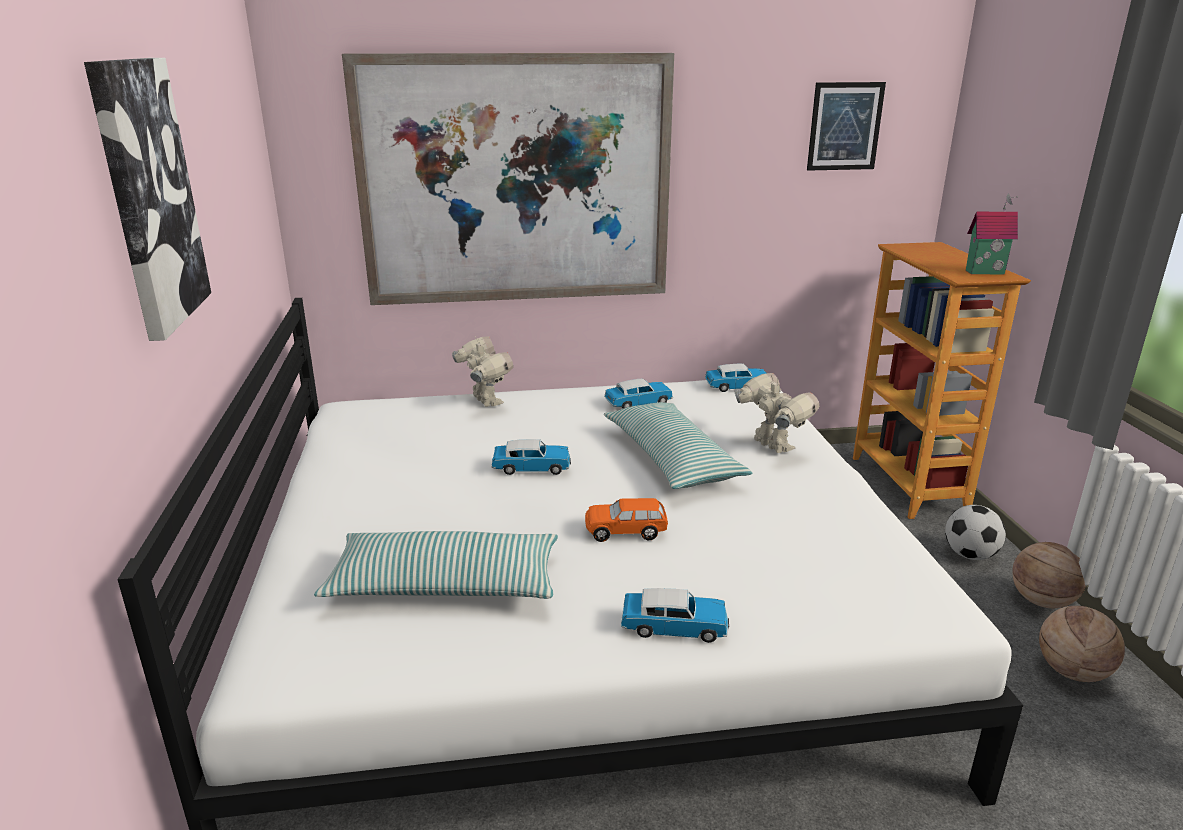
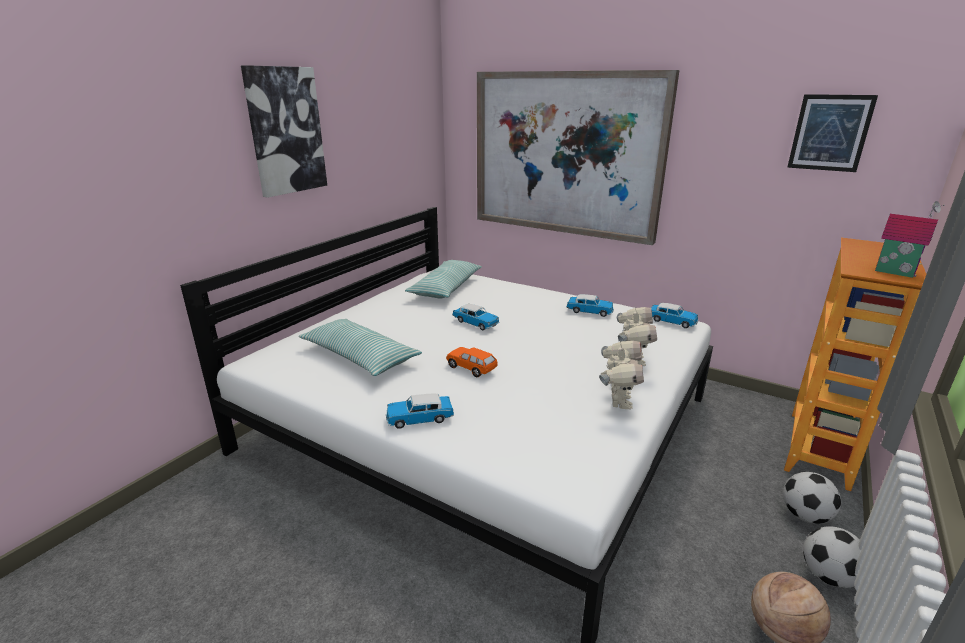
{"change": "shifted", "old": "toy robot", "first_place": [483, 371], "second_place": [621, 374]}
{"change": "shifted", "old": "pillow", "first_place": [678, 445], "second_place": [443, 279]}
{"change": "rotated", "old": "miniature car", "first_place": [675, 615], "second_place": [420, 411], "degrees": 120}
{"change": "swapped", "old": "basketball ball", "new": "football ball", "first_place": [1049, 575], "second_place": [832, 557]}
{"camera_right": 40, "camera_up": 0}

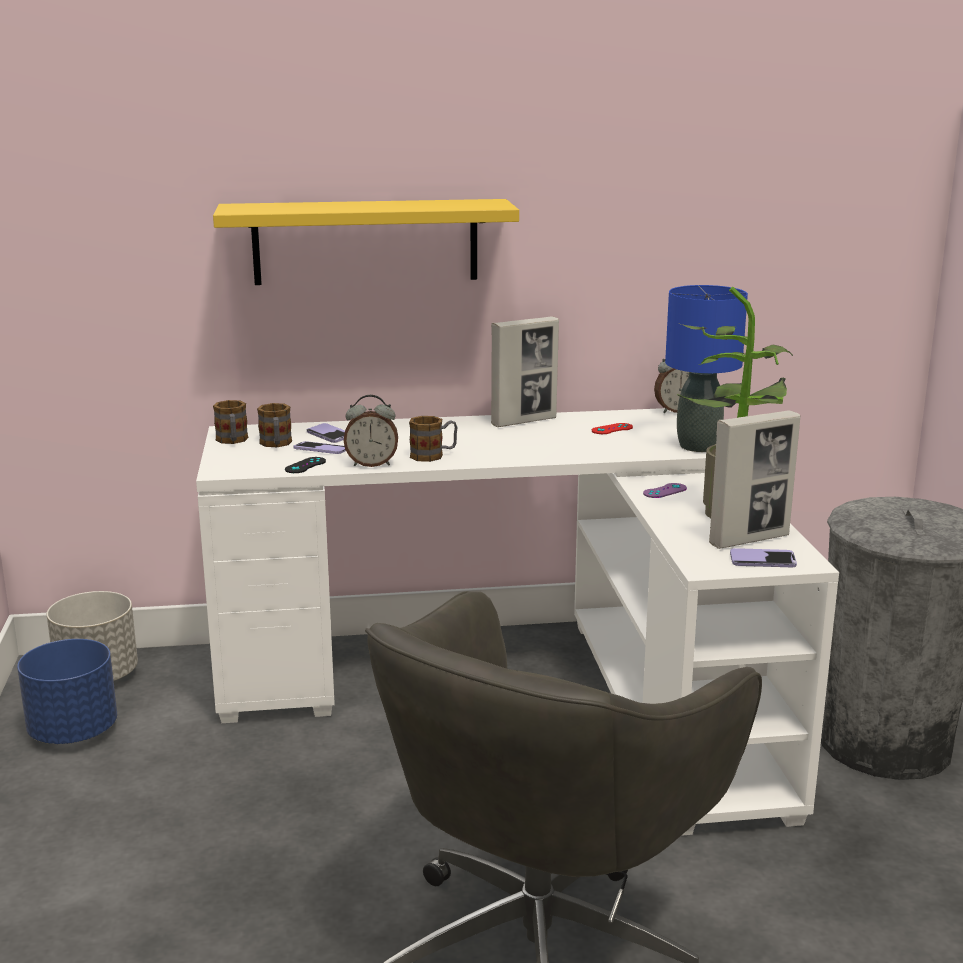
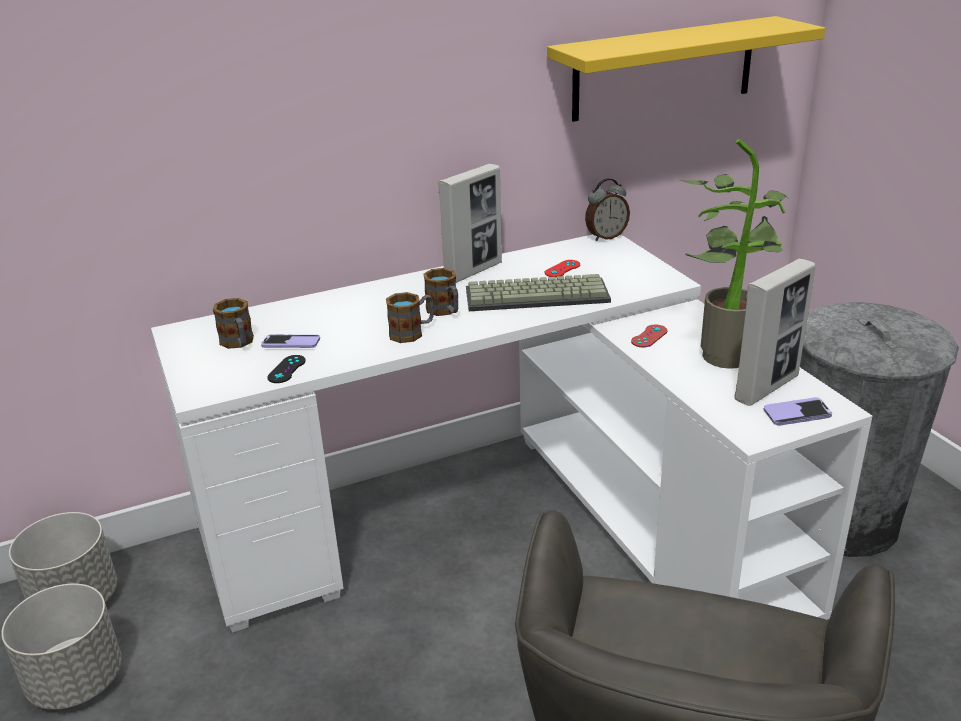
{"change": "repainted", "old": "bluish planter", "new": "greyish planter", "first_place": [67, 691], "second_place": [61, 646]}
{"change": "shifted", "old": "yellowish wall shelf", "first_place": [366, 242], "second_place": [686, 69]}
{"change": "shifted", "old": "tea mug", "first_place": [230, 422], "second_place": [440, 292]}
{"change": "gone", "old": "handset", "first_place": [326, 433]}
{"change": "gone", "old": "alarm clock", "first_place": [371, 431]}
{"change": "repainted", "old": "purple gamepad", "new": "reddish gamepad", "first_place": [665, 490], "second_place": [649, 336]}
{"change": "gone", "old": "bluish lamp for a table", "first_place": [706, 368]}
{"change": "new", "new": "computer keyboard", "second_place": [538, 292]}
{"camera_right": -15, "camera_up": 10}

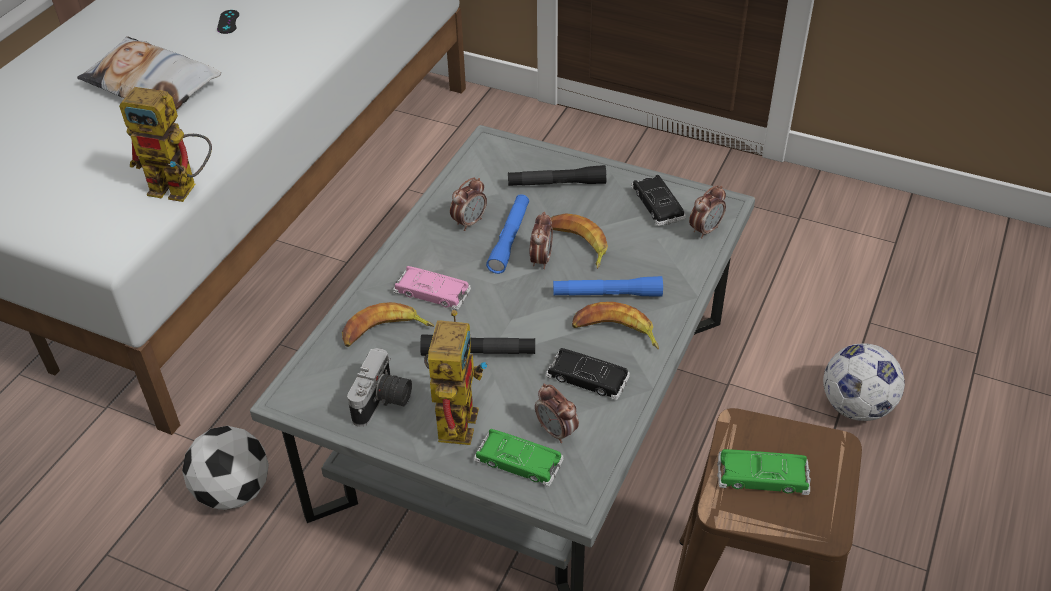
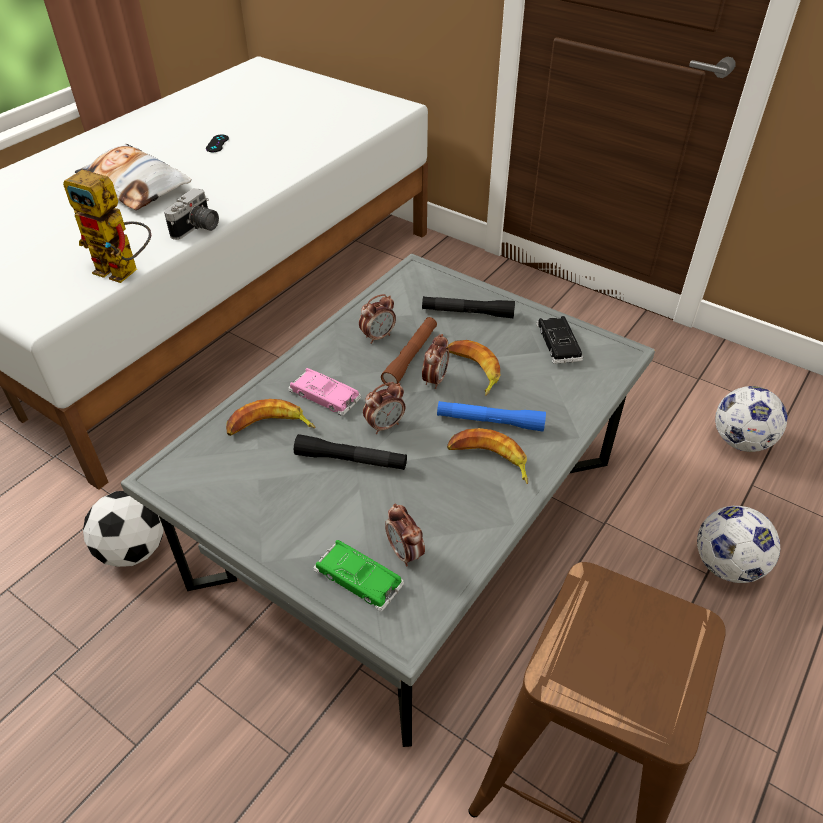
{"change": "shifted", "old": "photo camera", "first_place": [379, 387], "second_place": [191, 214]}
{"change": "gone", "old": "toy robot", "first_place": [455, 377]}
{"change": "repainted", "old": "bluish hand torch", "new": "brown-coloured hand torch", "first_place": [507, 234], "second_place": [409, 351]}
{"change": "gone", "old": "black-coloured miniature car", "first_place": [588, 374]}
{"change": "shifted", "old": "alarm clock", "first_place": [707, 212], "second_place": [384, 408]}
{"change": "gone", "old": "green miniature car", "first_place": [764, 472]}
{"change": "new", "new": "football ball", "second_place": [751, 419]}
{"camera_right": 10, "camera_up": 0}

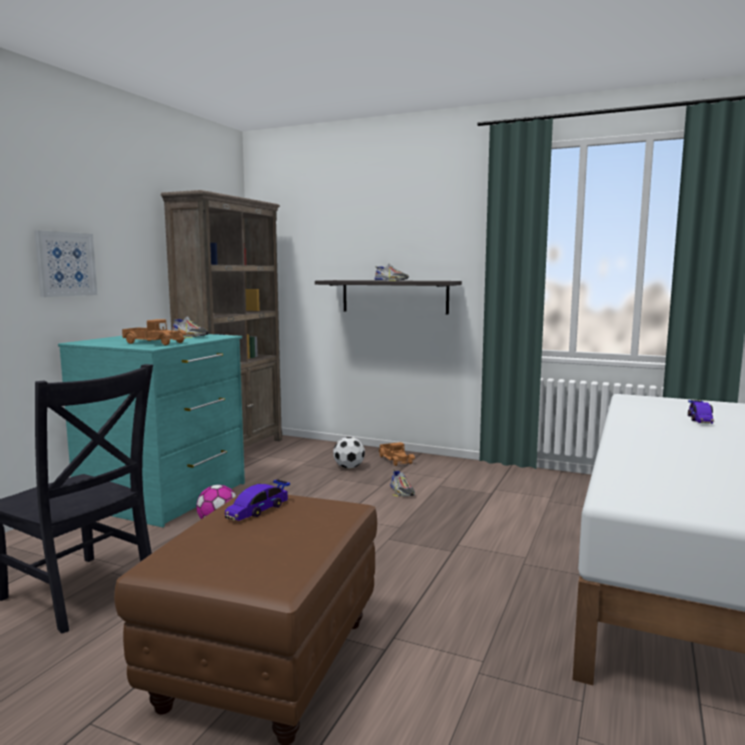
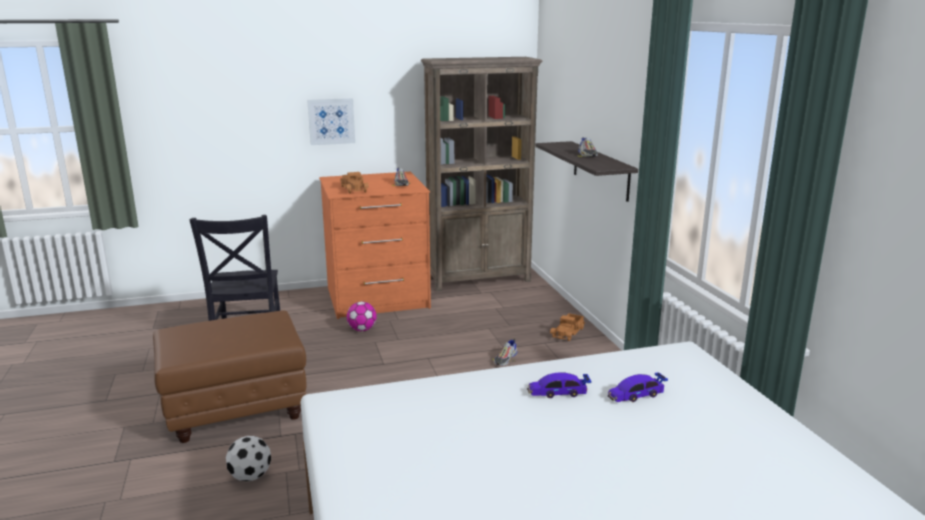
{"change": "repainted", "old": "blue-green dresser", "new": "orangey dresser", "first_place": [151, 431], "second_place": [375, 245]}
{"change": "shifted", "old": "miniature car", "first_place": [257, 500], "second_place": [559, 385]}
{"change": "shifted", "old": "football ball", "first_place": [349, 453], "second_place": [248, 458]}
{"camera_right": 50, "camera_up": 10}

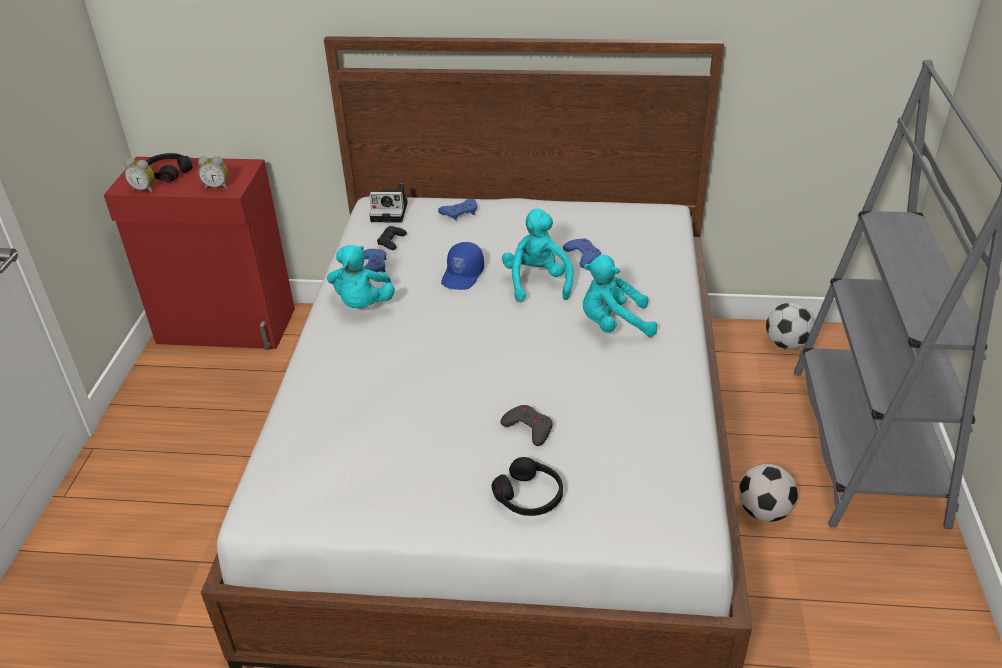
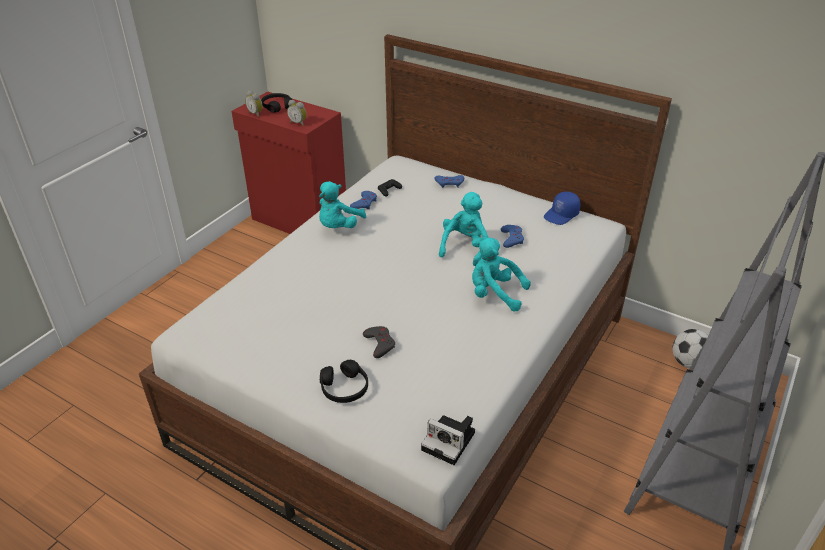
{"change": "shifted", "old": "photo camera", "first_place": [388, 203], "second_place": [448, 440]}
{"change": "shifted", "old": "bluish baseball cap", "first_place": [462, 266], "second_place": [562, 208]}
{"change": "gone", "old": "football ball", "first_place": [768, 493]}
{"camera_right": 25, "camera_up": 0}

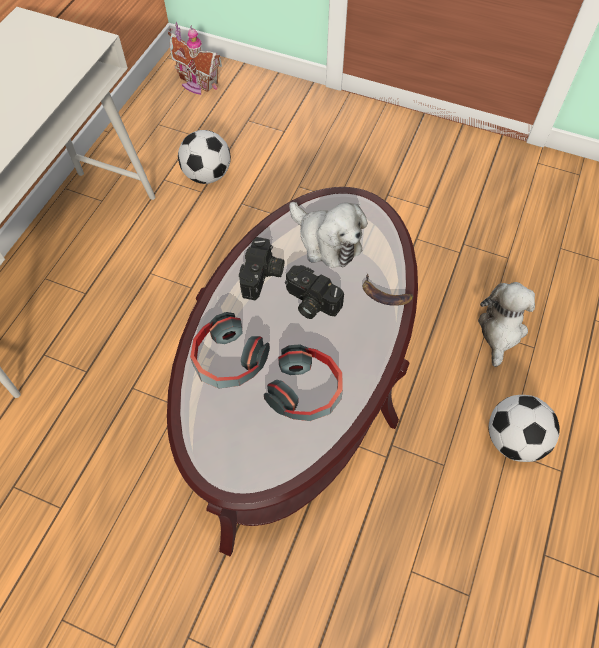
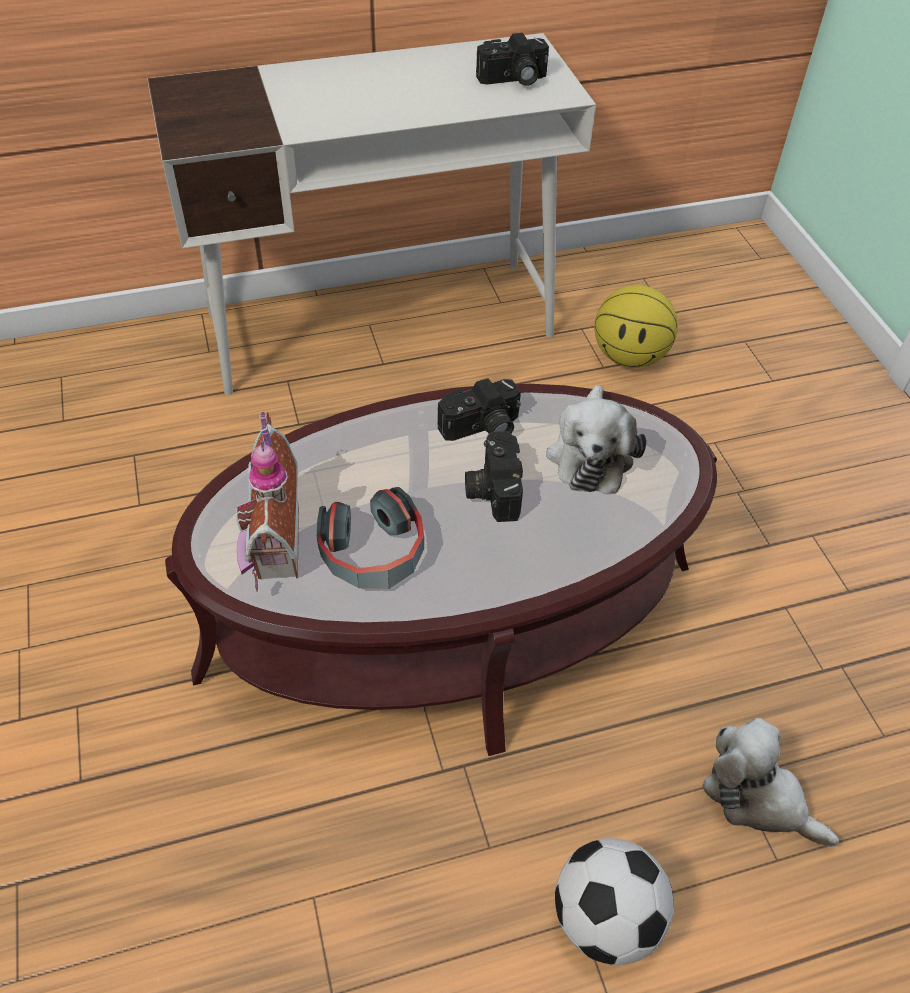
{"change": "shifted", "old": "miniature house", "first_place": [195, 58], "second_place": [267, 501]}
{"change": "swapped", "old": "football ball", "new": "basketball ball", "first_place": [204, 157], "second_place": [636, 326]}
{"change": "gone", "old": "headset", "first_place": [230, 350]}
{"change": "gone", "old": "whole banana", "first_place": [388, 290]}
{"change": "rotated", "old": "plush toy", "first_place": [506, 324], "second_place": [770, 782], "degrees": -120}
{"change": "new", "new": "photo camera", "second_place": [512, 59]}
{"camera_right": 50, "camera_up": -10}

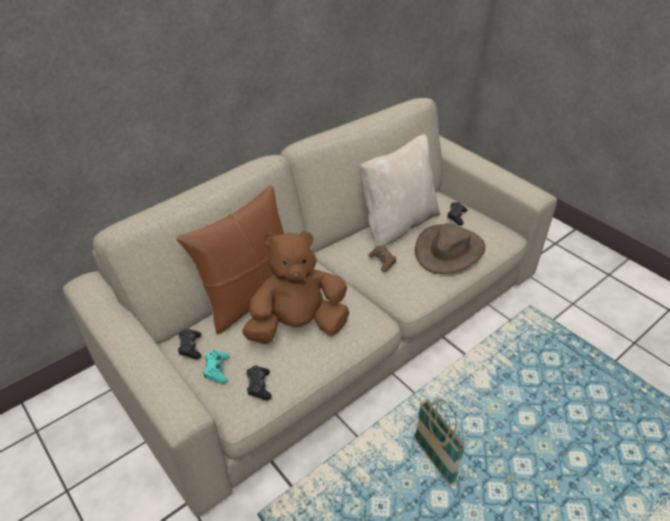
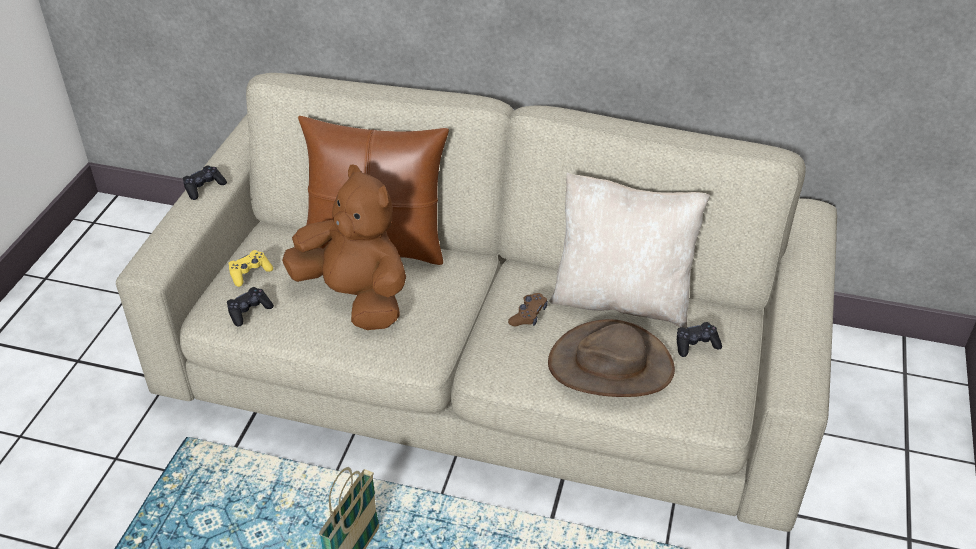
{"change": "shifted", "old": "black-coloured gamepad", "first_place": [189, 344], "second_place": [205, 182]}
{"change": "repainted", "old": "blue-green gamepad", "new": "yellowish gamepad", "first_place": [216, 366], "second_place": [250, 268]}
{"camera_right": 55, "camera_up": 0}

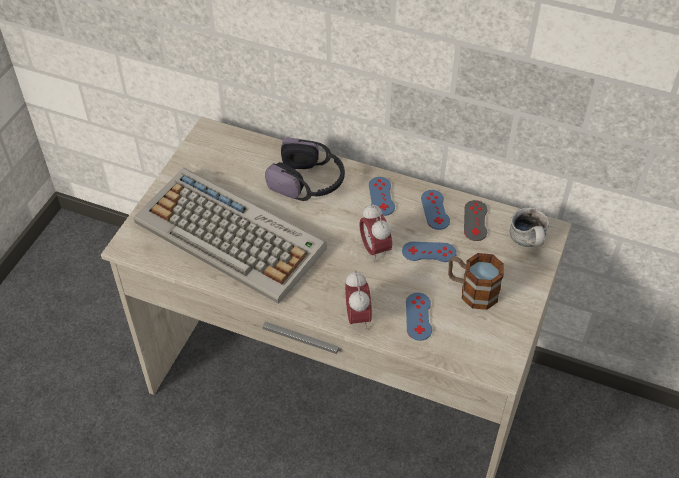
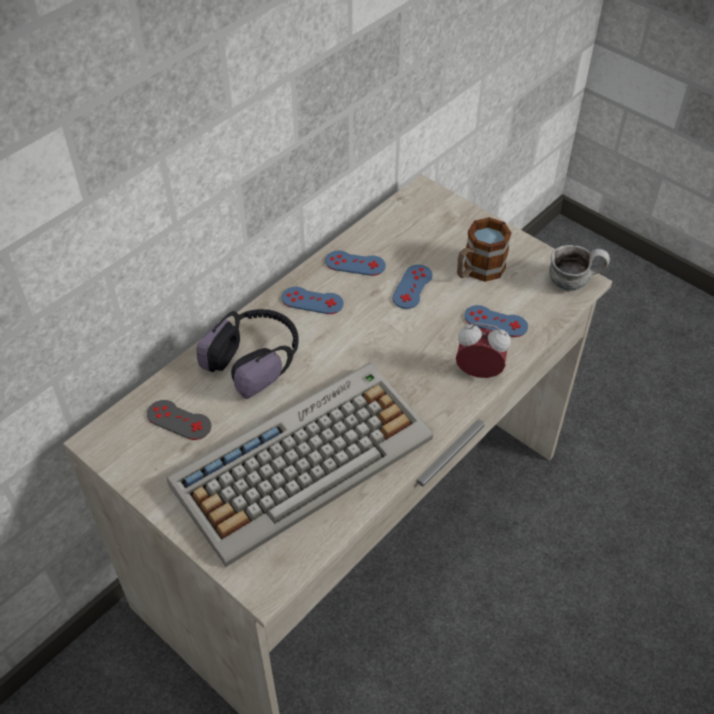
{"change": "gone", "old": "alarm clock", "first_place": [375, 232]}
{"change": "shifted", "old": "greyish gamepad", "first_place": [476, 220], "second_place": [179, 420]}
{"change": "shifted", "old": "tea mug", "first_place": [529, 227], "second_place": [579, 268]}
{"camera_right": -70, "camera_up": 0}

